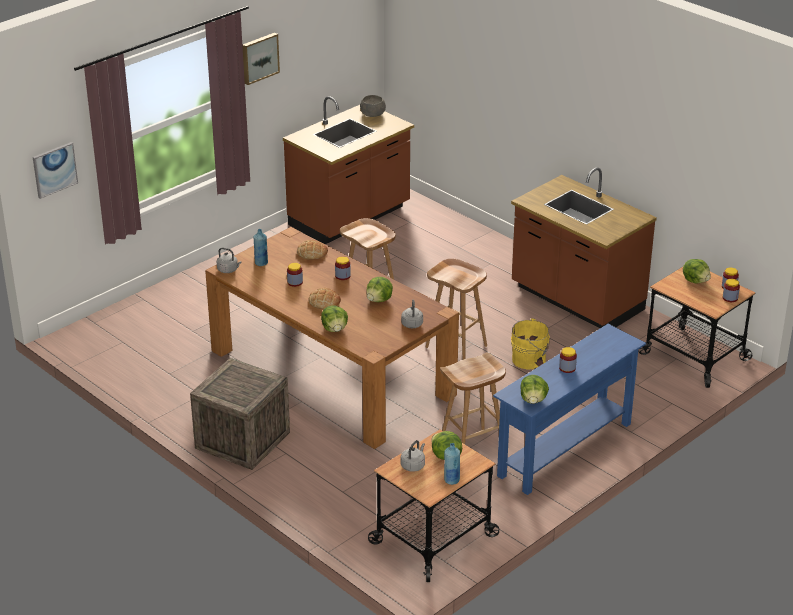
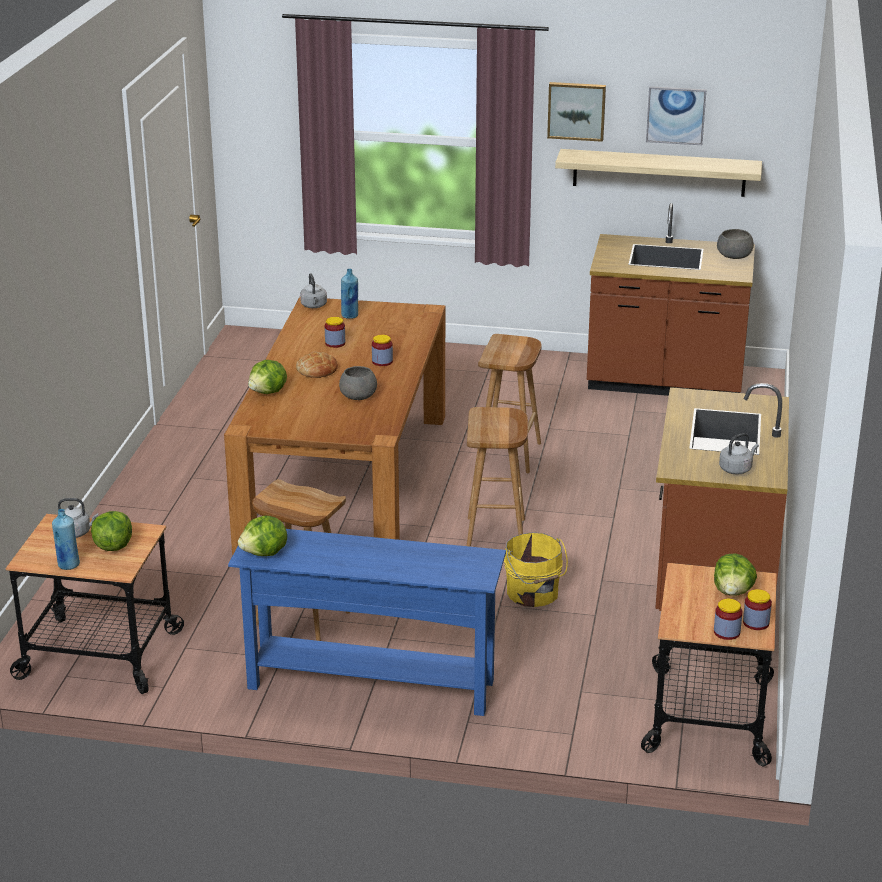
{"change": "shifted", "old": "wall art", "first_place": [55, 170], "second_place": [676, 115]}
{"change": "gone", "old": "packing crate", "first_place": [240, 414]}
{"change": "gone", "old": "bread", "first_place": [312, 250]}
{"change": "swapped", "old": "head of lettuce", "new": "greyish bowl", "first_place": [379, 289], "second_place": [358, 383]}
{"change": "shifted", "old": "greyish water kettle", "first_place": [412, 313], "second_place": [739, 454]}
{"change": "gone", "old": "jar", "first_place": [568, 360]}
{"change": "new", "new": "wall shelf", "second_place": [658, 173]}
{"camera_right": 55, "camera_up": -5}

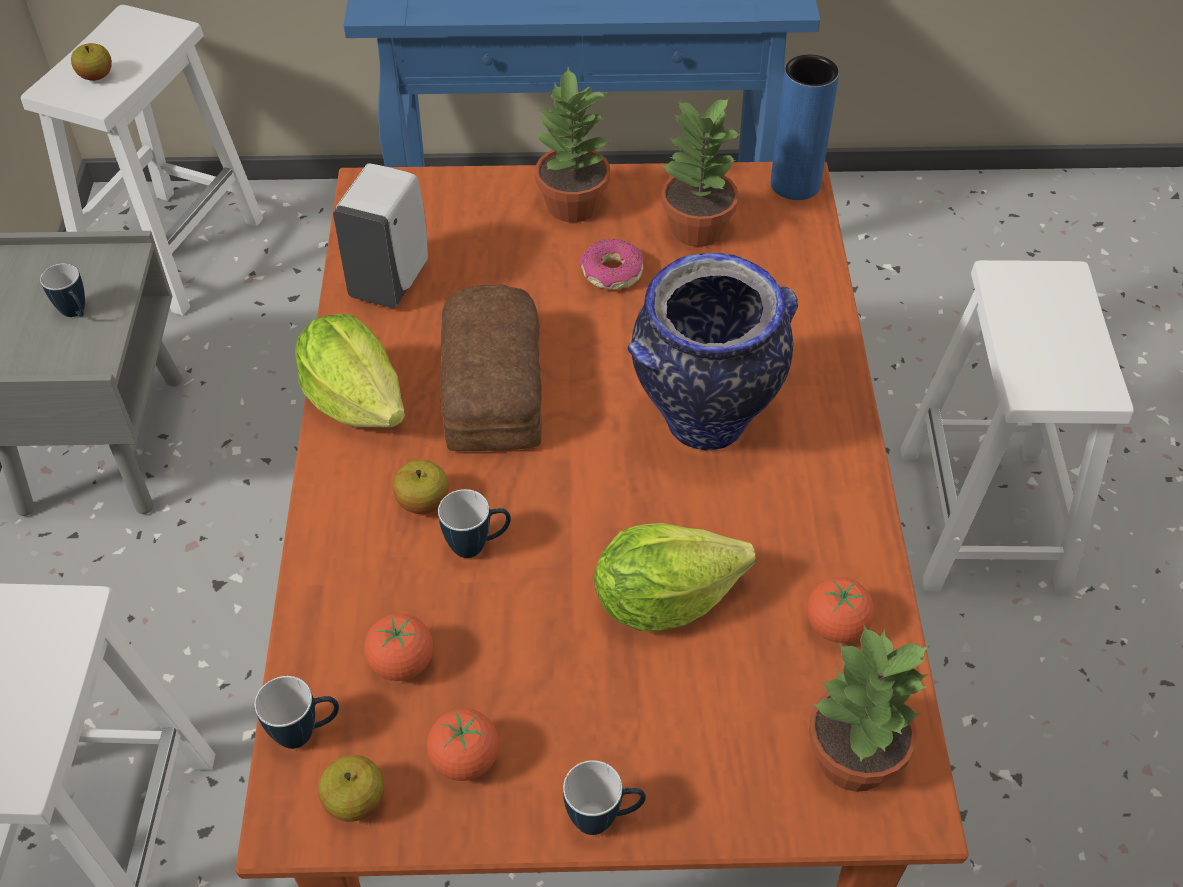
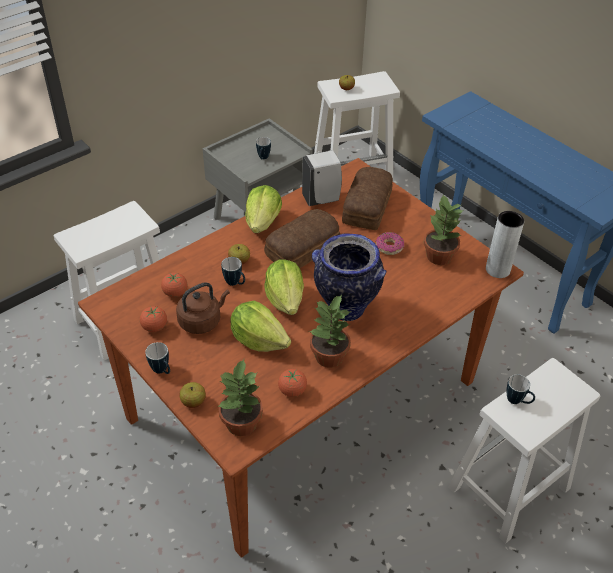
{"change": "shifted", "old": "tea mug", "first_place": [296, 712], "second_place": [521, 389]}
{"change": "shifted", "old": "apple fruit", "first_place": [351, 788], "second_place": [192, 395]}
{"change": "shifted", "old": "houseplant", "first_place": [573, 144], "second_place": [330, 331]}
{"change": "repainted", "old": "bluish flower vase", "new": "greyish flower vase", "first_place": [805, 127], "second_place": [505, 244]}
{"change": "new", "new": "brown-coloured water kettle", "second_place": [203, 308]}
{"change": "new", "new": "head of lettuce", "second_place": [284, 287]}
{"change": "new", "new": "bread", "second_place": [367, 198]}
{"camera_right": 50, "camera_up": -5}

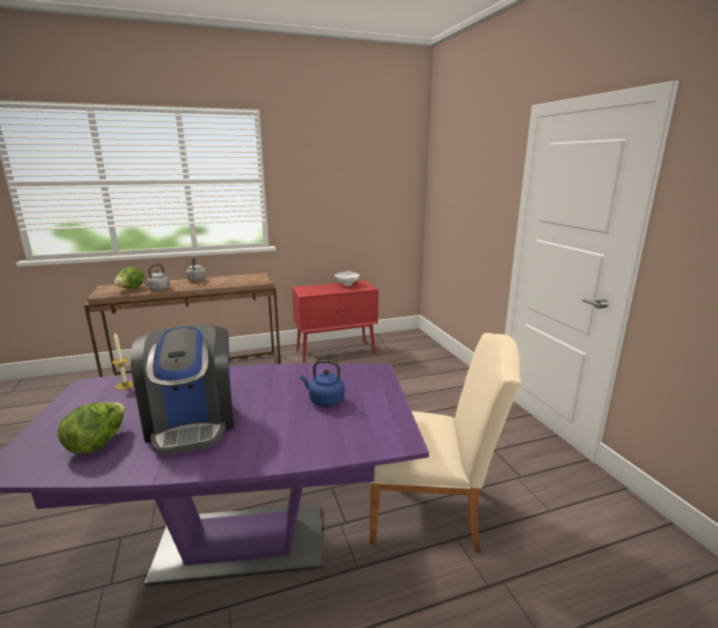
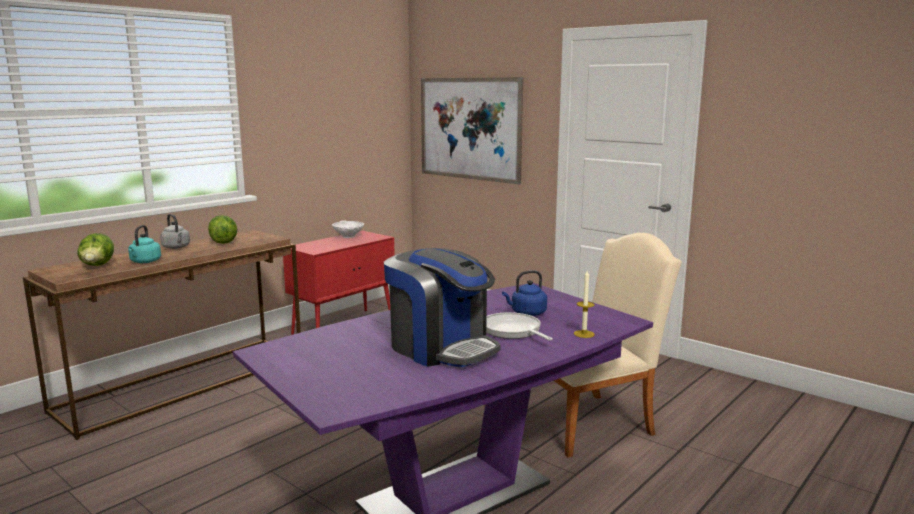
{"change": "shifted", "old": "head of lettuce", "first_place": [91, 428], "second_place": [222, 229]}
{"change": "shifted", "old": "wax candle", "first_place": [123, 361], "second_place": [584, 304]}
{"change": "repainted", "old": "greyish water kettle", "new": "blue-green water kettle", "first_place": [155, 277], "second_place": [144, 244]}
{"change": "new", "new": "wall art", "second_place": [472, 131]}
{"change": "new", "new": "skillet", "second_place": [519, 326]}
{"camera_right": -30, "camera_up": -5}

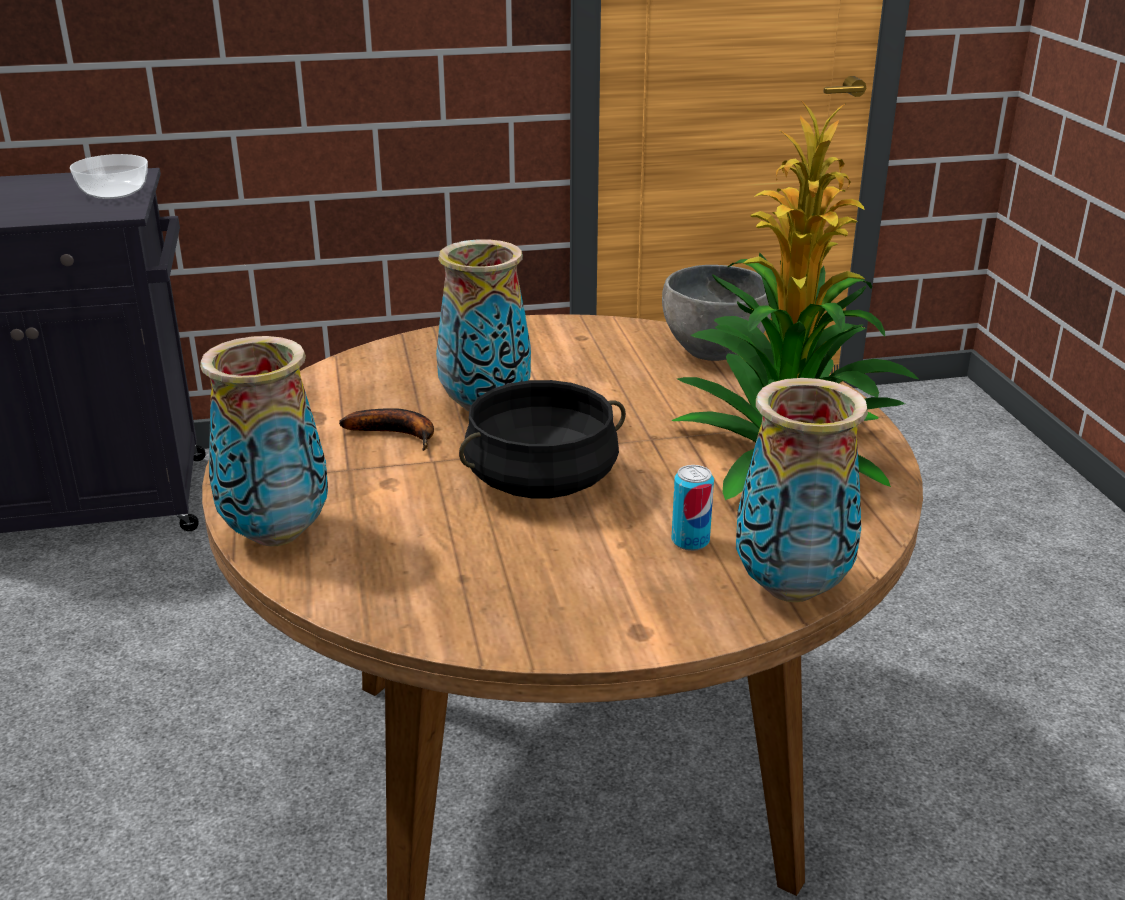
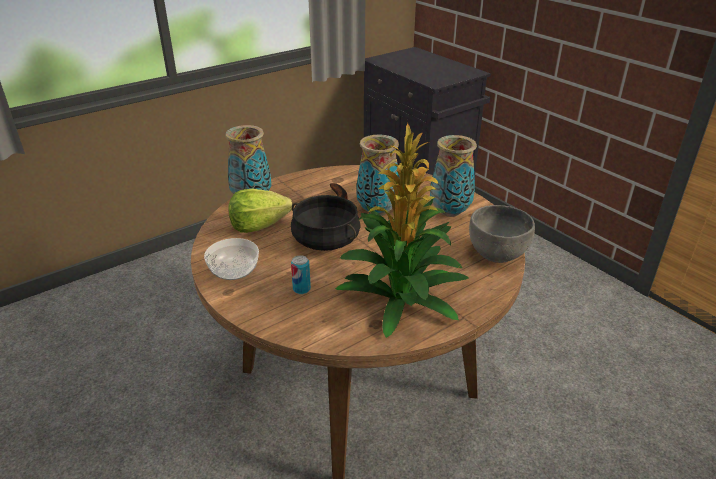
{"change": "shifted", "old": "bowl", "first_place": [109, 176], "second_place": [231, 259]}
{"change": "shifted", "old": "flower vase", "first_place": [802, 490], "second_place": [453, 176]}
{"change": "new", "new": "head of lettuce", "second_place": [261, 211]}
{"camera_right": 65, "camera_up": 5}

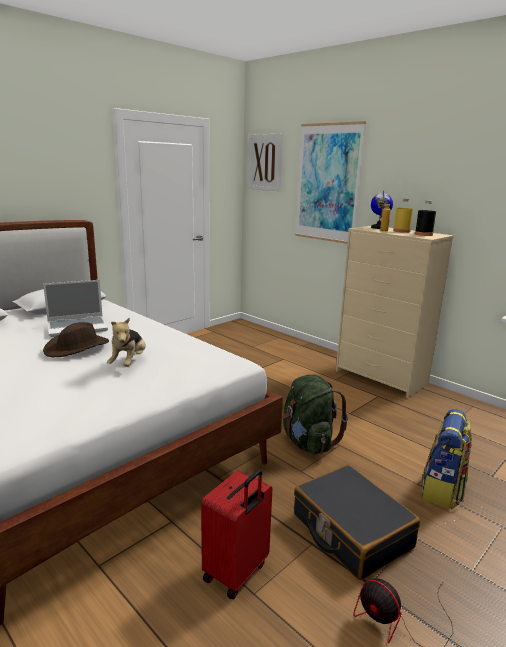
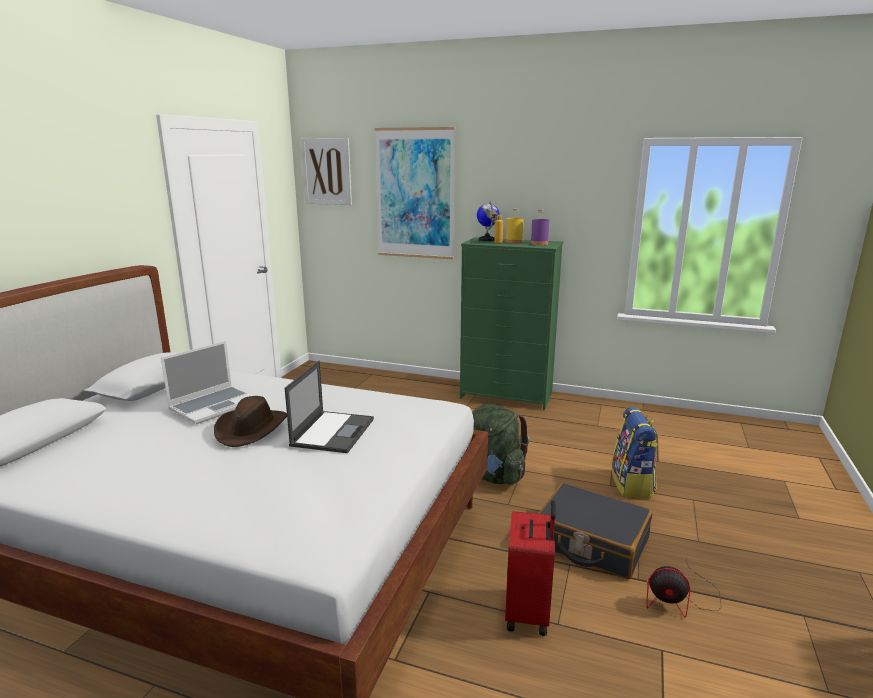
{"change": "swapped", "old": "plush toy", "new": "portable computer", "first_place": [126, 342], "second_place": [329, 407]}
{"change": "repainted", "old": "beige-coloured dresser", "new": "green dresser", "first_place": [395, 312], "second_place": [511, 323]}
{"change": "repainted", "old": "black-coloured beverage bottle", "new": "purple beverage bottle", "first_place": [425, 218], "second_place": [540, 227]}
{"camera_right": -25, "camera_up": 0}

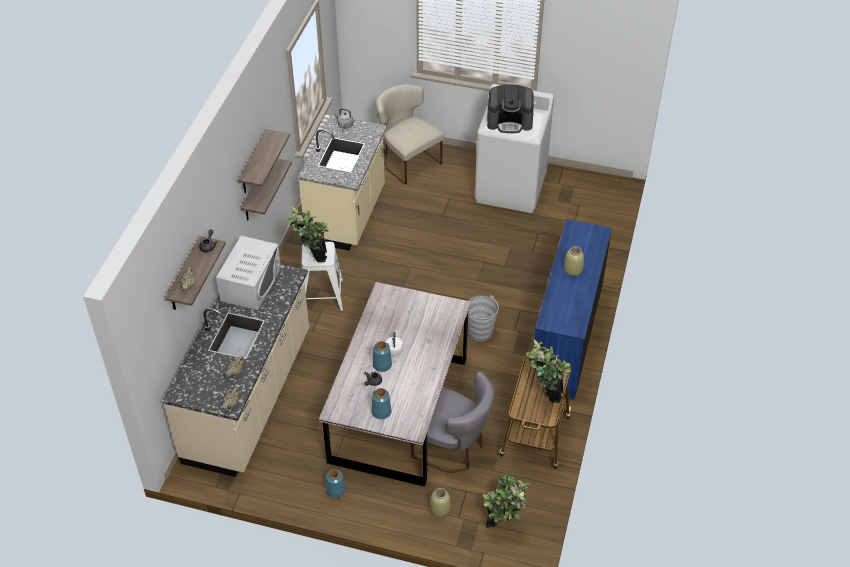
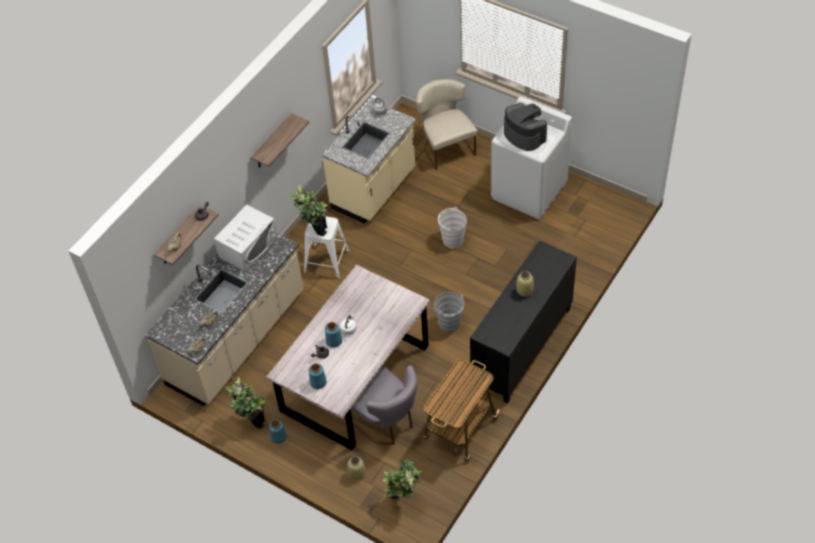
{"change": "gone", "old": "wall shelf", "first_place": [266, 189]}
{"change": "rotated", "old": "coffee machine", "first_place": [510, 108], "second_place": [525, 127], "degrees": -150}
{"change": "shifted", "old": "houseplant", "first_place": [547, 371], "second_place": [245, 403]}
{"change": "repainted", "old": "bluish dresser", "new": "black-coloured dresser", "first_place": [572, 309], "second_place": [523, 322]}
{"change": "new", "new": "whitish water bucket", "second_place": [452, 227]}
{"camera_right": 20, "camera_up": 5}

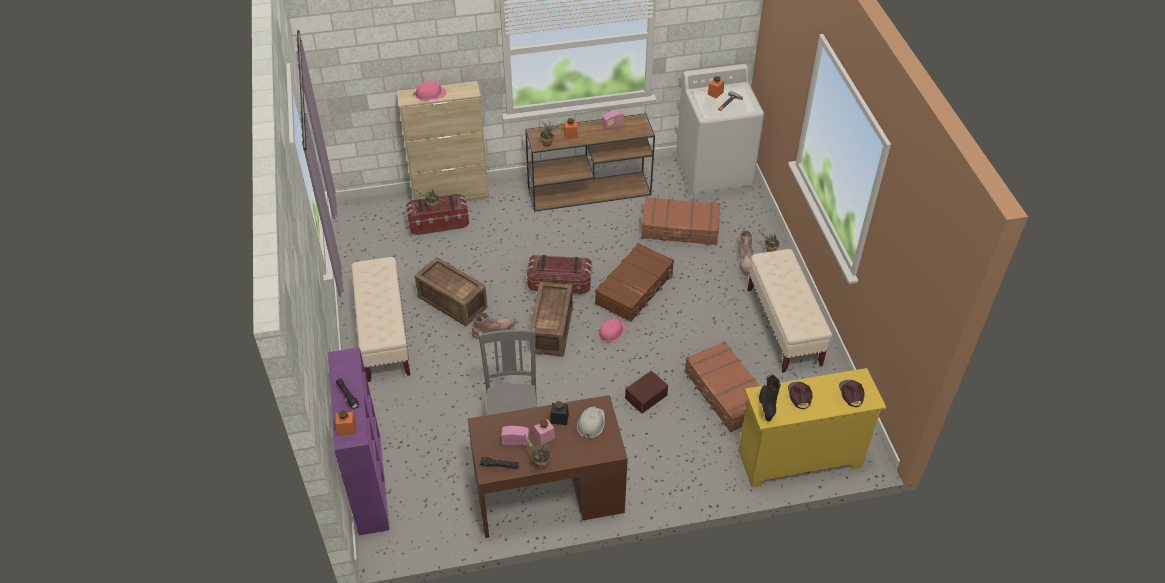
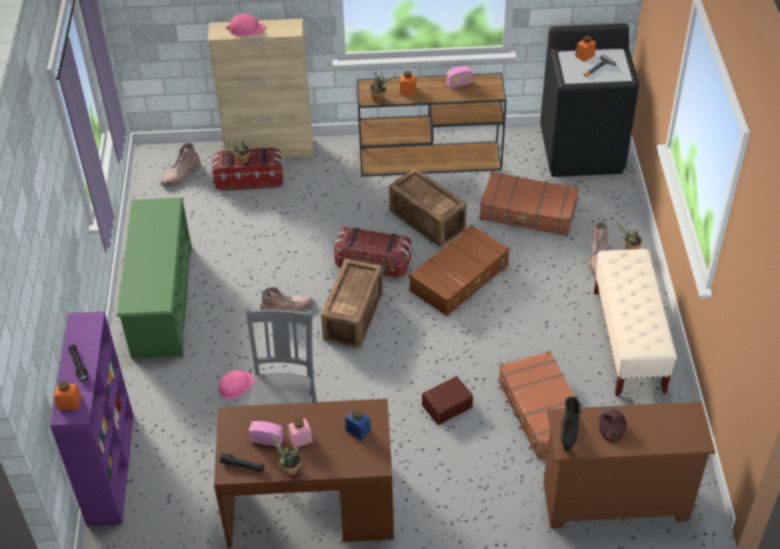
{"change": "swapped", "old": "beige-coloured indoor bench", "new": "green shoe shelf", "first_place": [380, 319], "second_place": [154, 278]}
{"change": "shifted", "old": "packing crate", "first_place": [451, 291], "second_place": [428, 207]}
{"change": "gone", "old": "black-coloured jar", "first_place": [559, 413]}
{"change": "swapped", "old": "whitish safety helmet", "new": "bluish jar", "first_place": [591, 422], "second_place": [358, 424]}
{"change": "shifted", "old": "pinkish safety helmet", "first_place": [612, 330], "second_place": [236, 384]}
{"change": "repainted", "old": "whitish laundry machine", "new": "black-coloured laundry machine", "first_place": [720, 130], "second_place": [589, 100]}
{"change": "repainted", "old": "yellowish dresser", "new": "brown-coloured dresser", "first_place": [812, 428], "second_place": [629, 465]}
{"change": "gone", "old": "brown-coloured baseball cap", "first_place": [851, 393]}
{"change": "new", "new": "brown-coloured high-top boot", "second_place": [180, 164]}
{"camera_right": 10, "camera_up": 0}

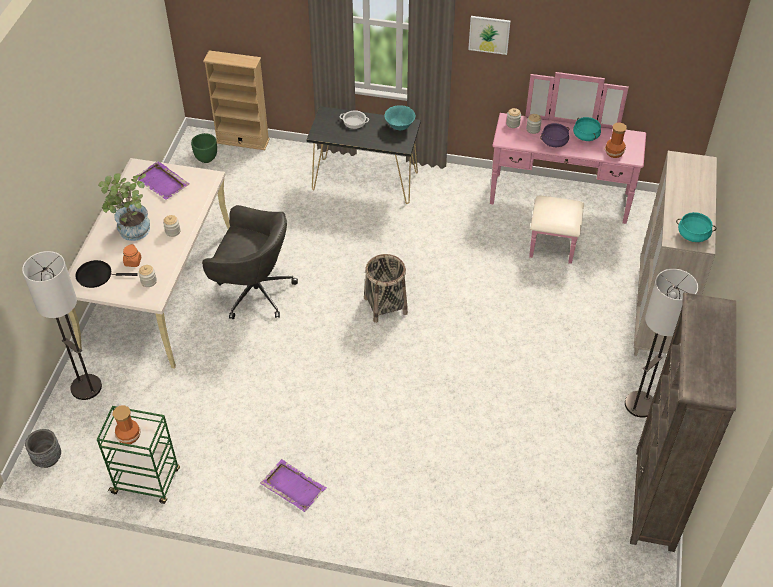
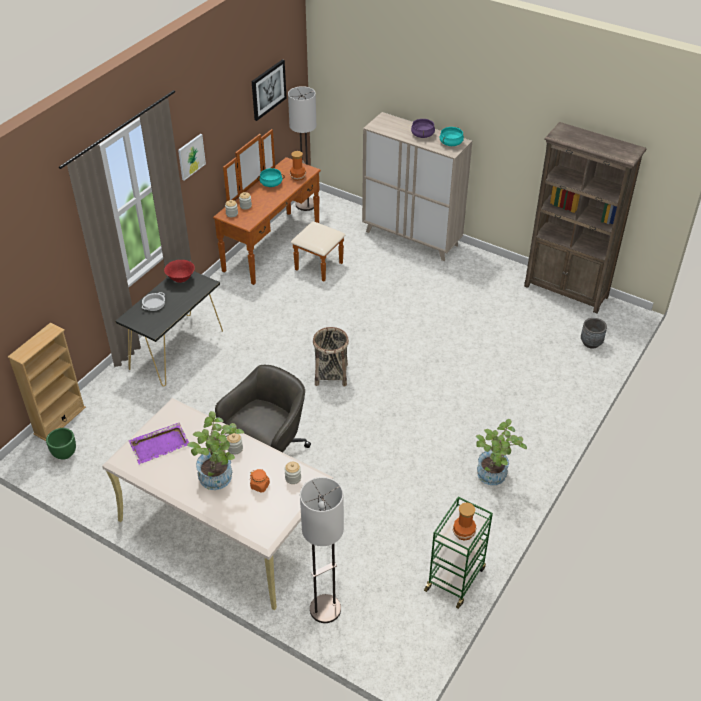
{"change": "shifted", "old": "greyish planter", "first_place": [43, 448], "second_place": [594, 333]}
{"change": "gone", "old": "black-coloured skillet", "first_place": [106, 274]}
{"change": "swapped", "old": "purple tray", "new": "houseplant", "first_place": [293, 485], "second_place": [501, 452]}
{"change": "repainted", "old": "blue-green bowl", "new": "reddish bowl", "first_place": [400, 117], "second_place": [179, 271]}
{"change": "repainted", "old": "pinkish dresser", "new": "brown-coloured dresser", "first_place": [568, 168], "second_place": [279, 207]}
{"change": "shifted", "old": "purple cooking pot", "first_place": [554, 135], "second_place": [423, 128]}
{"change": "shifted", "old": "floor lamp", "first_place": [662, 343], "second_place": [302, 148]}
{"change": "new", "new": "wall art", "second_place": [269, 90]}
{"camera_right": -70, "camera_up": -5}

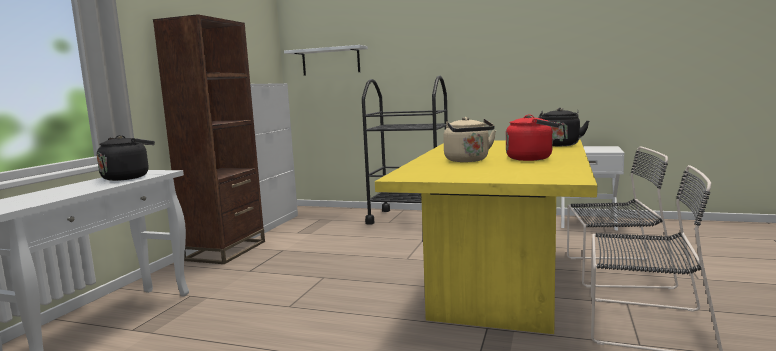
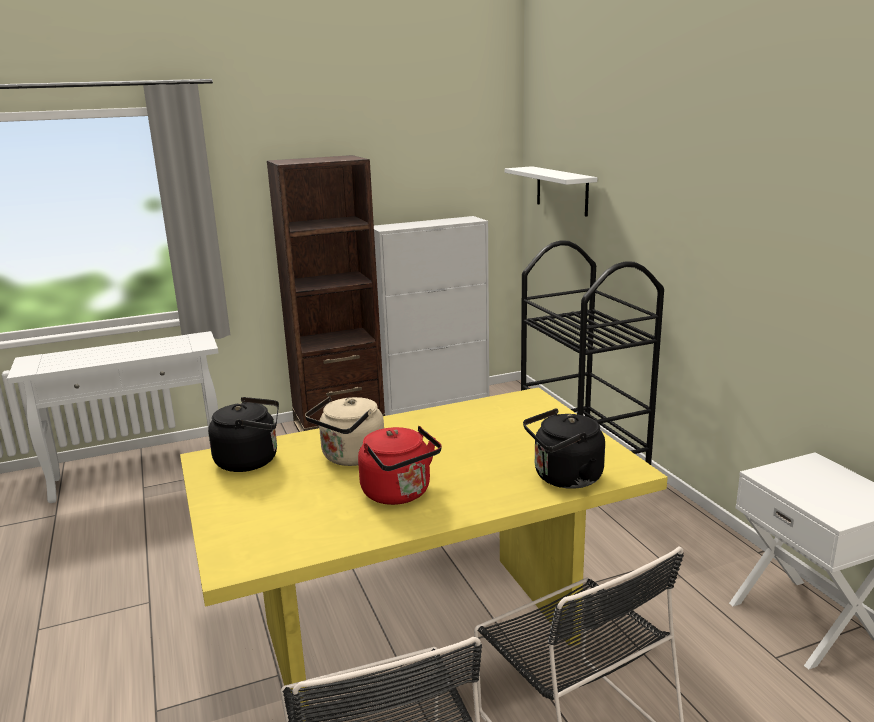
{"change": "shifted", "old": "black-coloured water kettle", "first_place": [126, 158], "second_place": [243, 434]}
{"camera_right": 50, "camera_up": 10}

